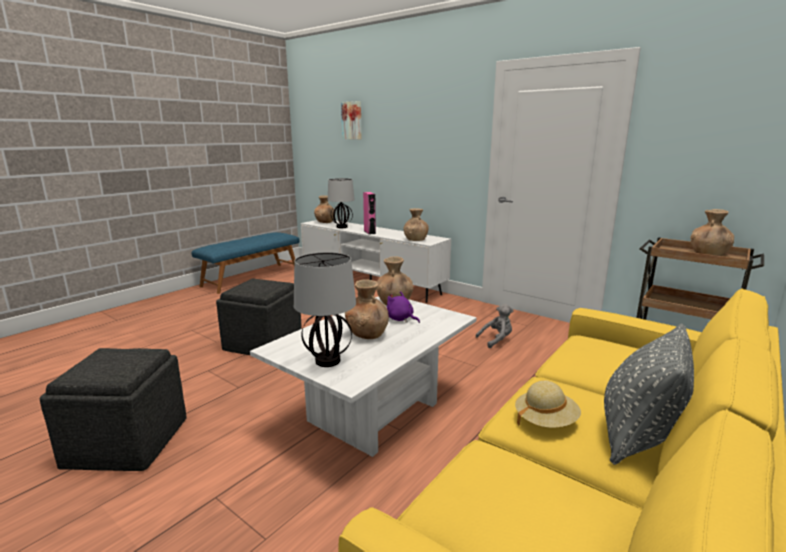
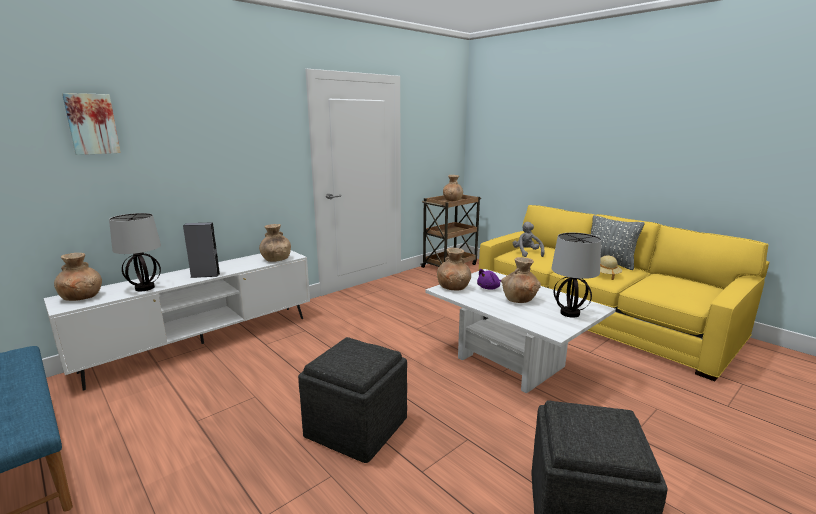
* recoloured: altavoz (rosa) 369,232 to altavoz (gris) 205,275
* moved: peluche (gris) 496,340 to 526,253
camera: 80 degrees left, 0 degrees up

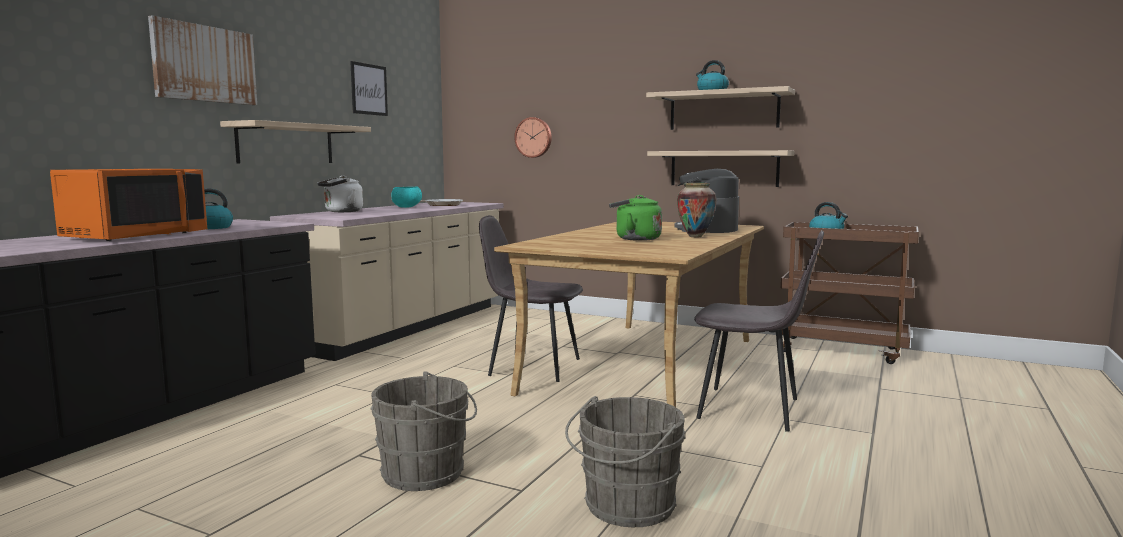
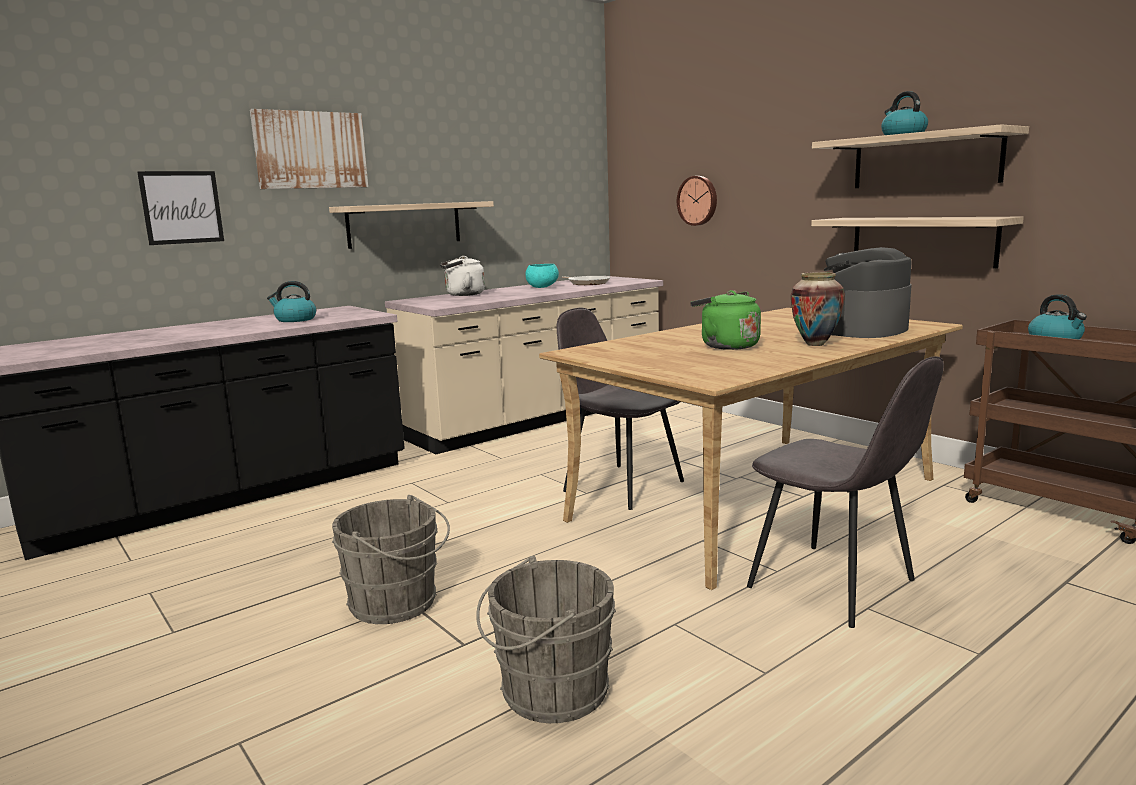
* moved: cuadro 369,89 to 182,207
* removed: microondas (naranja) 135,236
camera: 25 degrees right, 5 degrees up

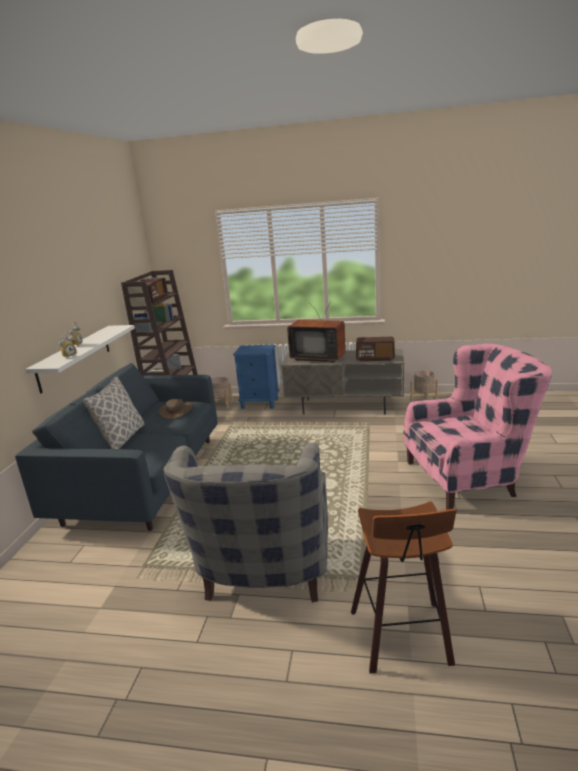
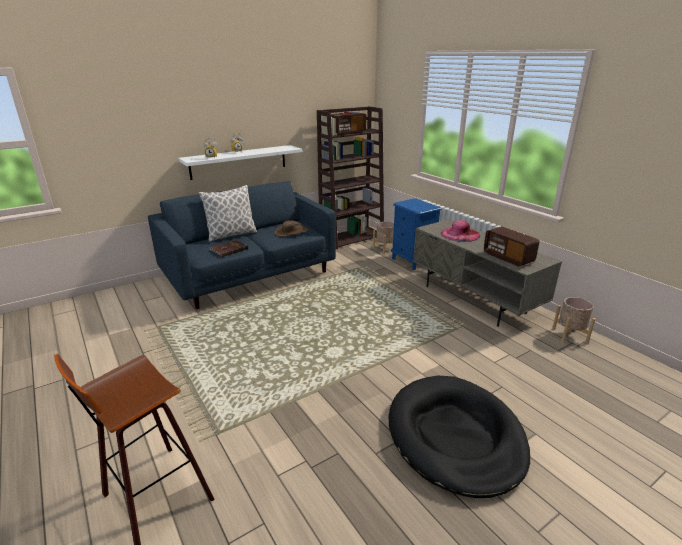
* replaced: televisor 318,357 to sombrero (rosa) 460,234
* replaced: sillón (rosa) 470,477 to cama para perro (negro) 455,436
* removed: sillón (gris) 264,577
* added: libro (marrón) 228,249
camera: 45 degrees right, 5 degrees up

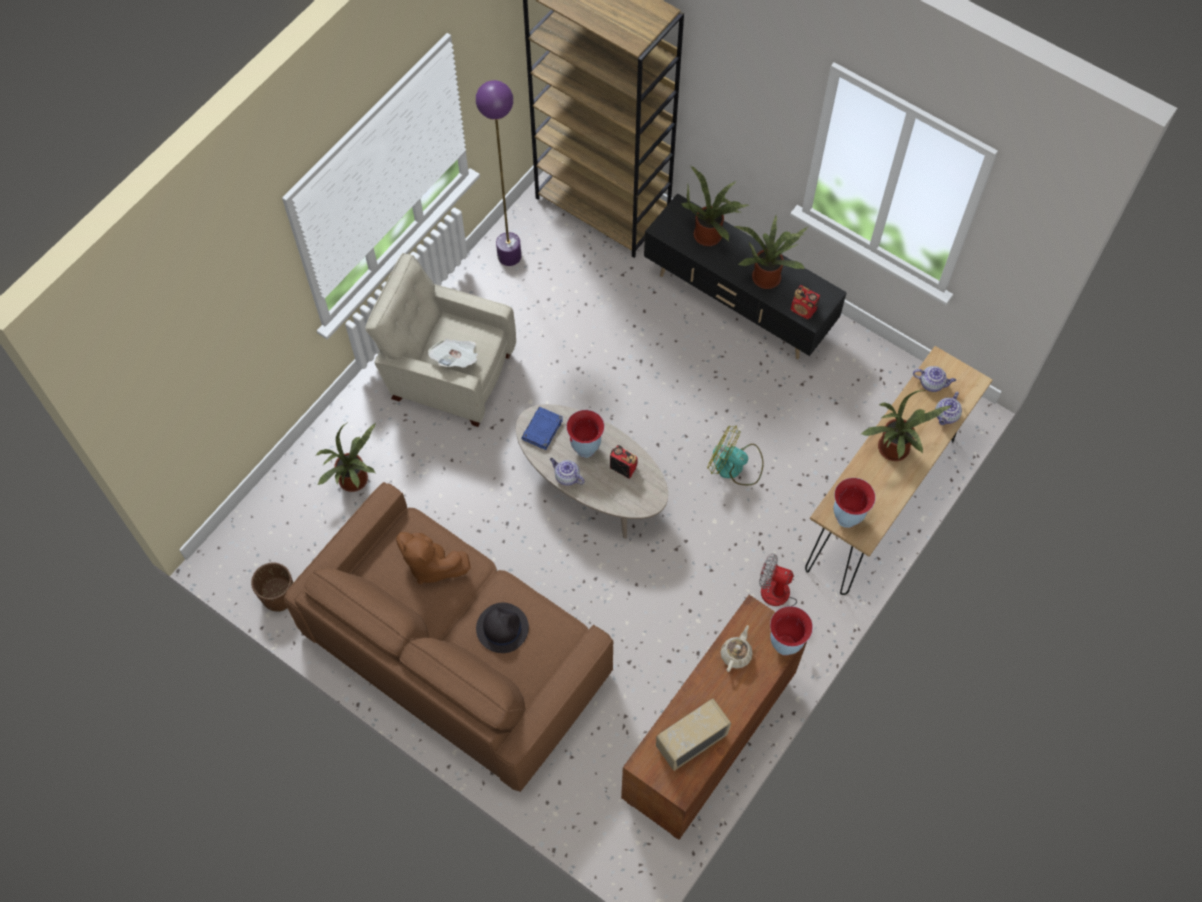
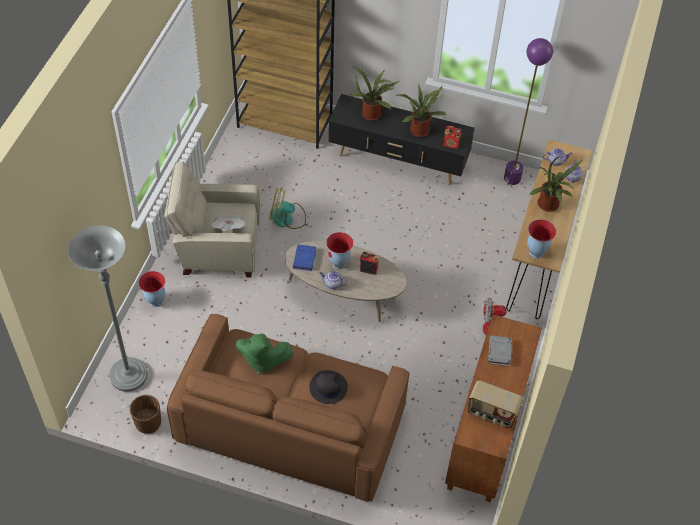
* moved: lámpara de pie (morado) 509,256 to 512,178
* removed: planta en maceta 355,482
* moved: ventilador 735,466 to 287,218
* recoloured: peluche (marrón) 431,565 to peluche (verde) 262,360
* moved: florero 784,644 to 155,301
* replaced: tetera (beis) 736,654 to libro (gris) 499,352
* turned: radio 691,741 = 492,414 105 degrees counterclockwise
* added: lámpara de pie (gris) 128,376
camera: 20 degrees left, 10 degrees down

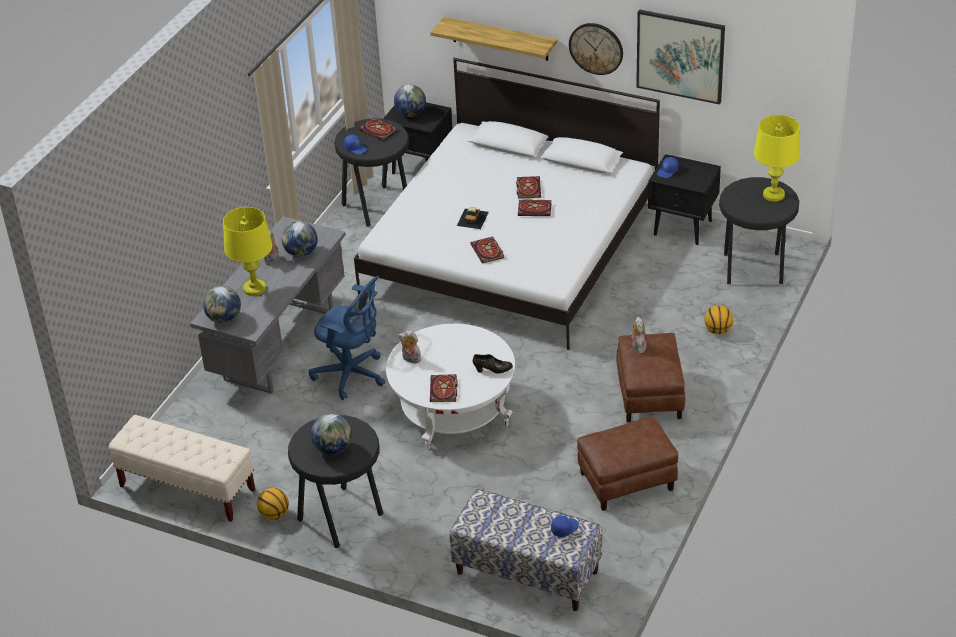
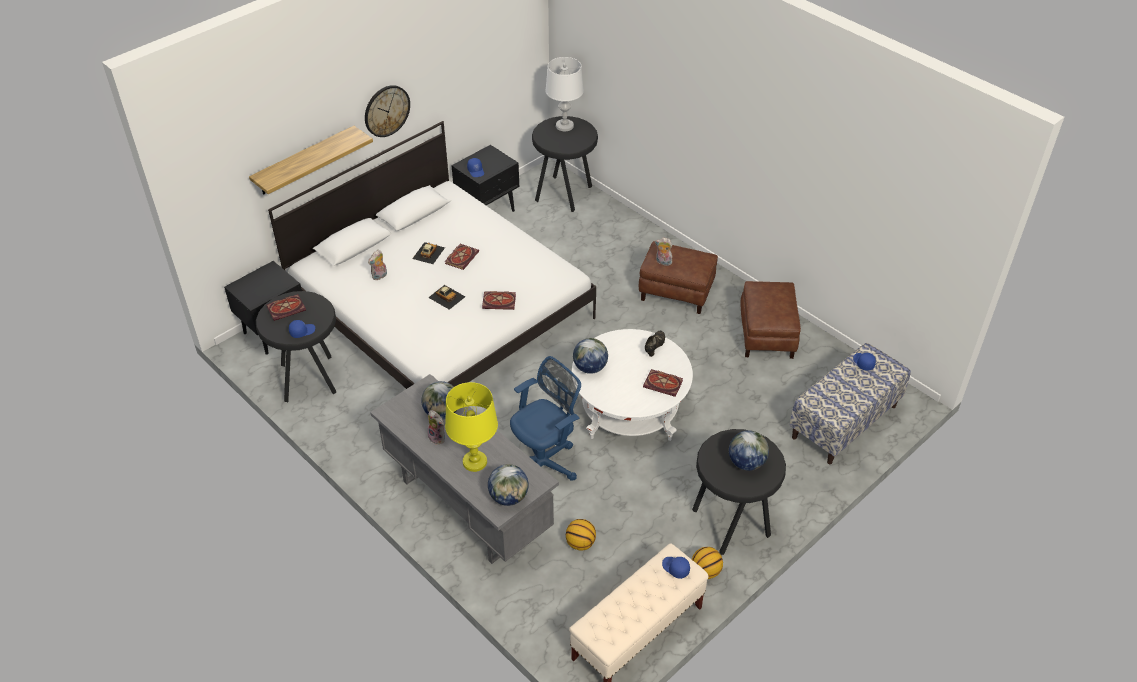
* removed: cuadro 680,55
* moved: globo terráqueo 410,114 to 590,368
* recoloured: lámpara de mesa (amarillo) 773,195 to lámpara de mesa (blanco) 564,126
* replaced: libro 528,188 to coche de juguete 428,253
* moved: balón de baloncesto 718,330 to 580,543
* moved: peluche 410,359 to 379,276
* added: gorra (azul) 675,568
camera: 70 degrees left, 5 degrees up

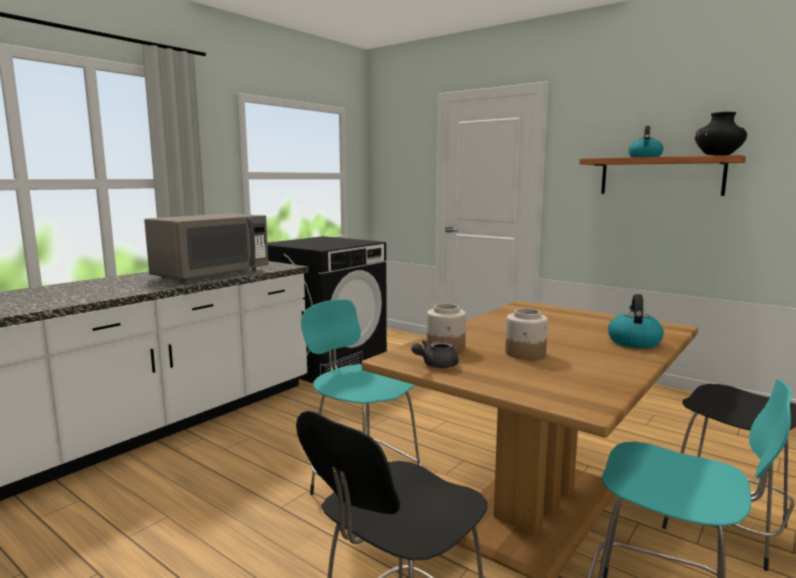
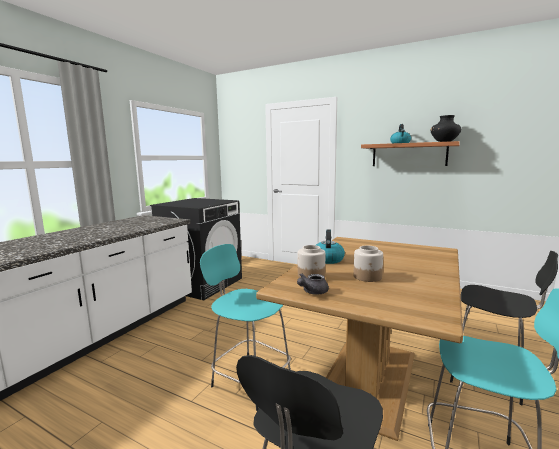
* removed: microondas (gris) 211,275
* moved: hervidor 633,342 to 327,259
camera: 10 degrees left, 0 degrees up

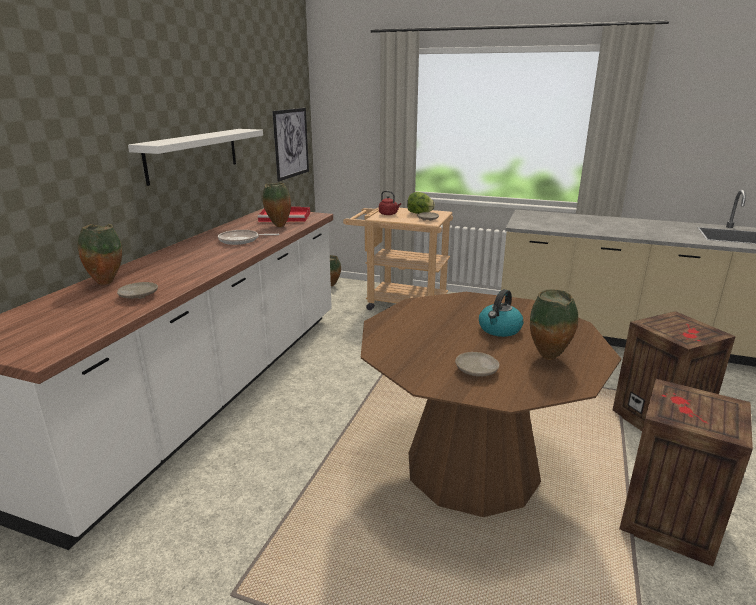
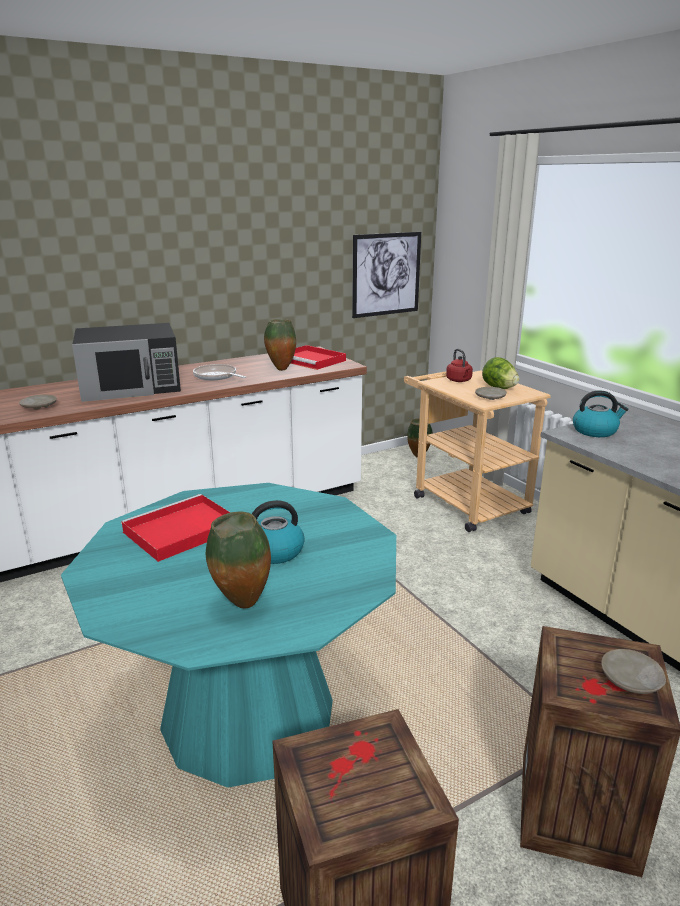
* removed: estante (blanco) 193,154
* removed: florero 107,283
* recoloured: mesa de comedor (marrón) 472,467 to mesa de comedor (turquesa) 249,715
* moved: plato (beis) 477,370 to 631,680
* added: microondas (negro) 131,386
* added: hervidor 595,431
* added: bandeja (rojo) 180,531
camera: 40 degrees right, 0 degrees up

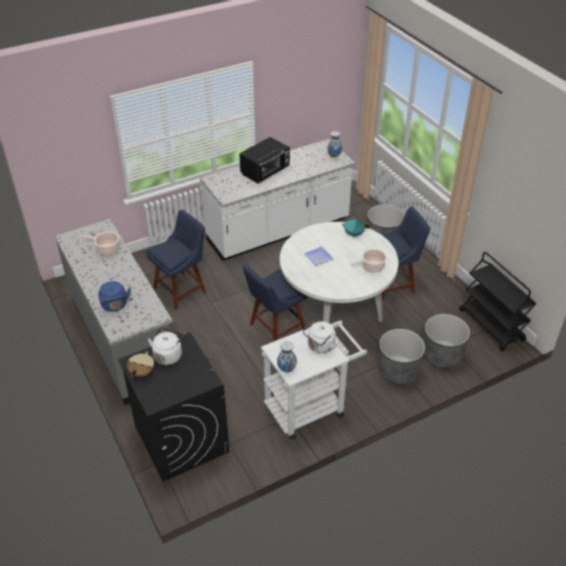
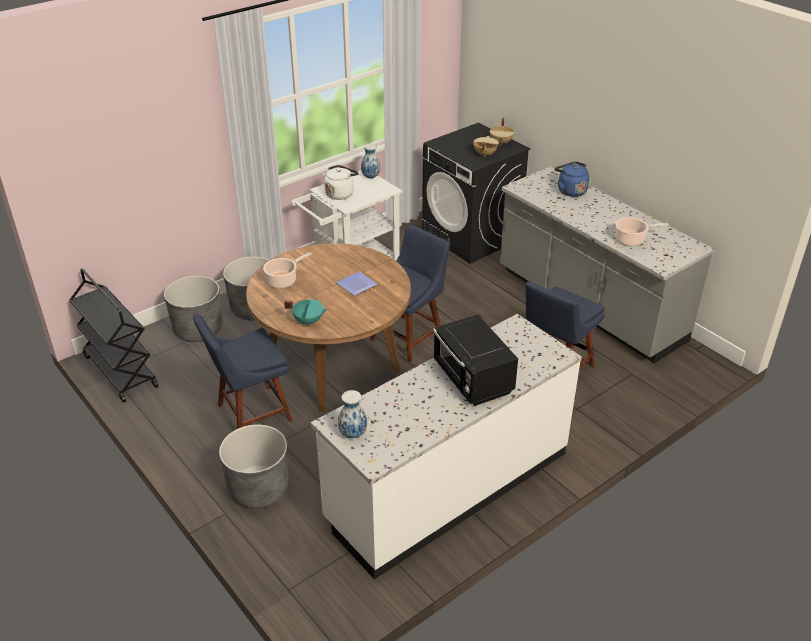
* turned: microondas (negro) 265,172 = 472,380 60 degrees counterclockwise
* recoloured: mesa de comedor (blanco) 335,311 to mesa de comedor (marrón) 333,366
* replaced: hervidor (blanco) 168,355 to olla (beis) 484,154
camera: 170 degrees right, 5 degrees down

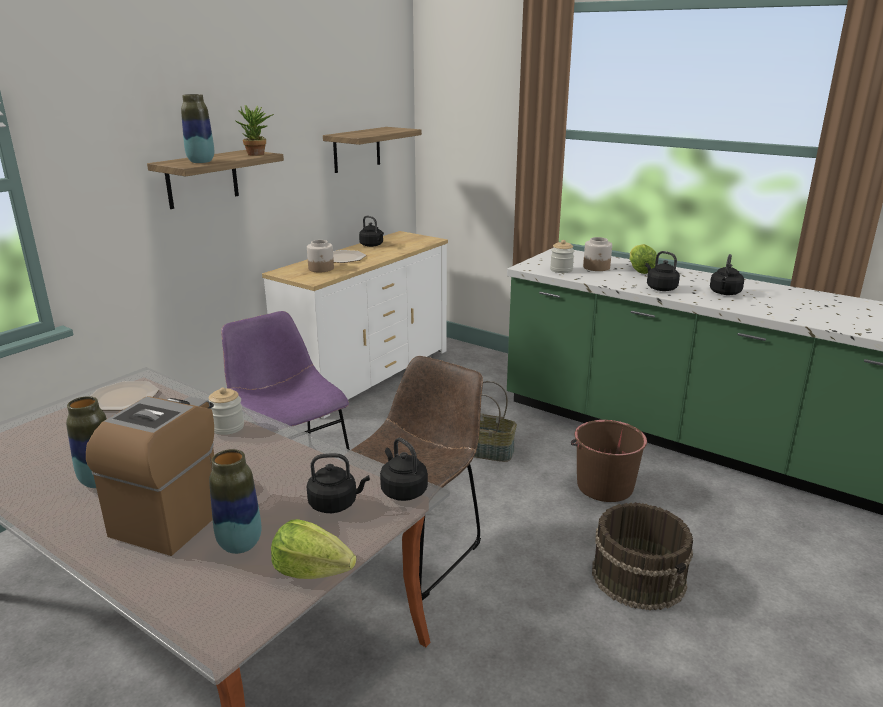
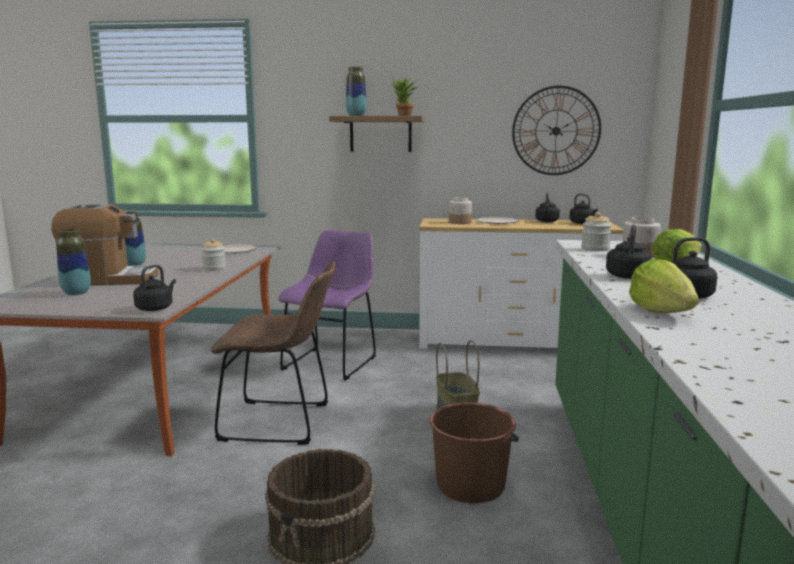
* replaced: estante 357,149 to reloj de pared 556,131
* moved: hervidor (negro) 335,504 to 582,223
* moved: lechuga 312,571 to 661,312
camera: 60 degrees right, 10 degrees down

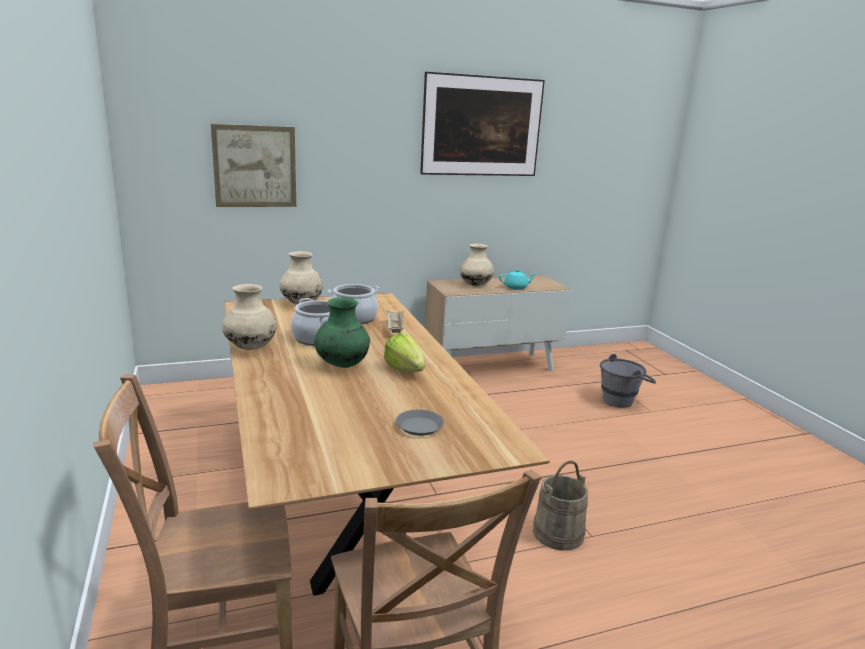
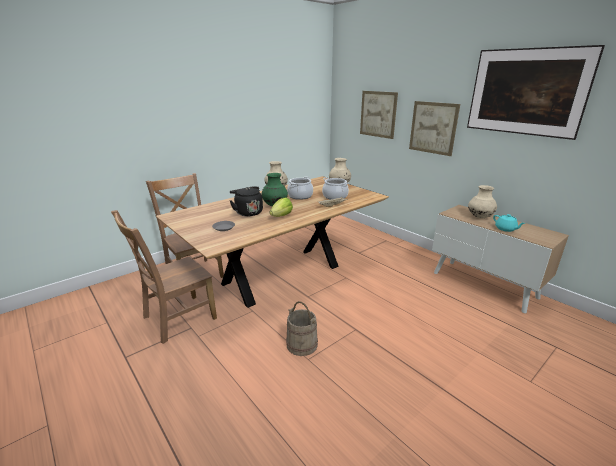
* removed: cubo (gris) 622,400
* added: cuadro 433,128
* added: hervidor (negro) 248,212
camera: 70 degrees right, 5 degrees up

